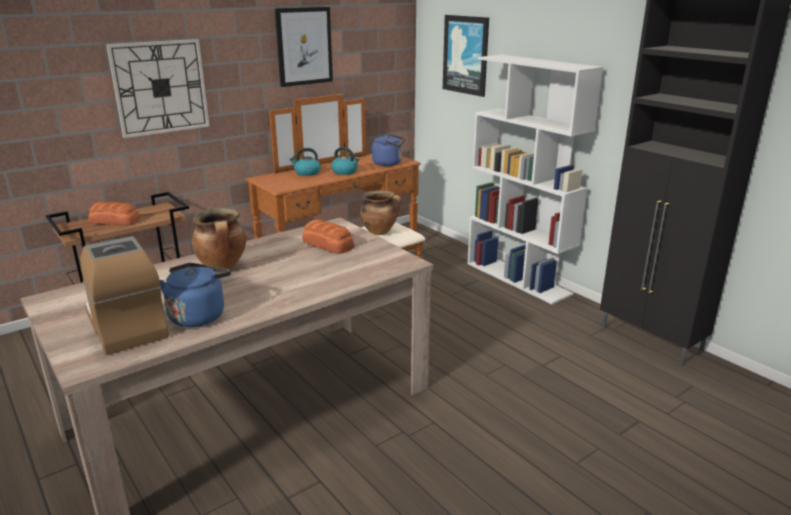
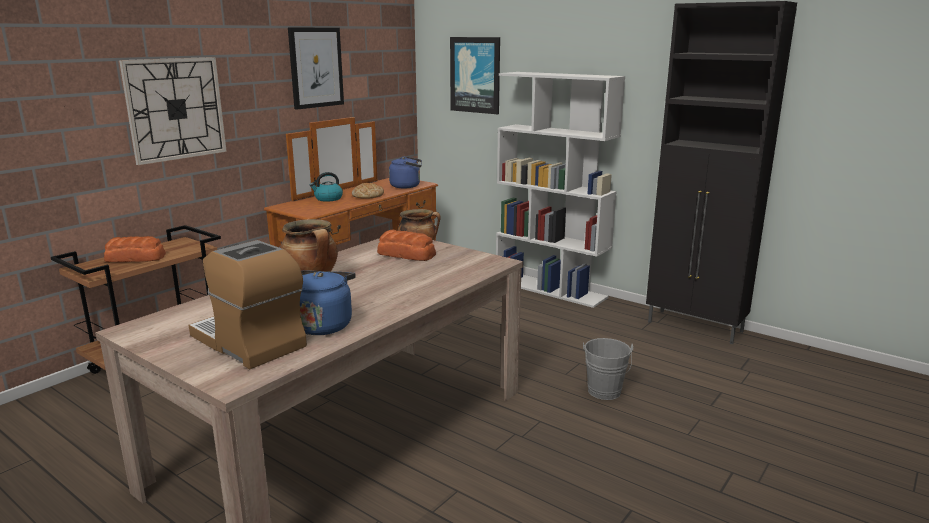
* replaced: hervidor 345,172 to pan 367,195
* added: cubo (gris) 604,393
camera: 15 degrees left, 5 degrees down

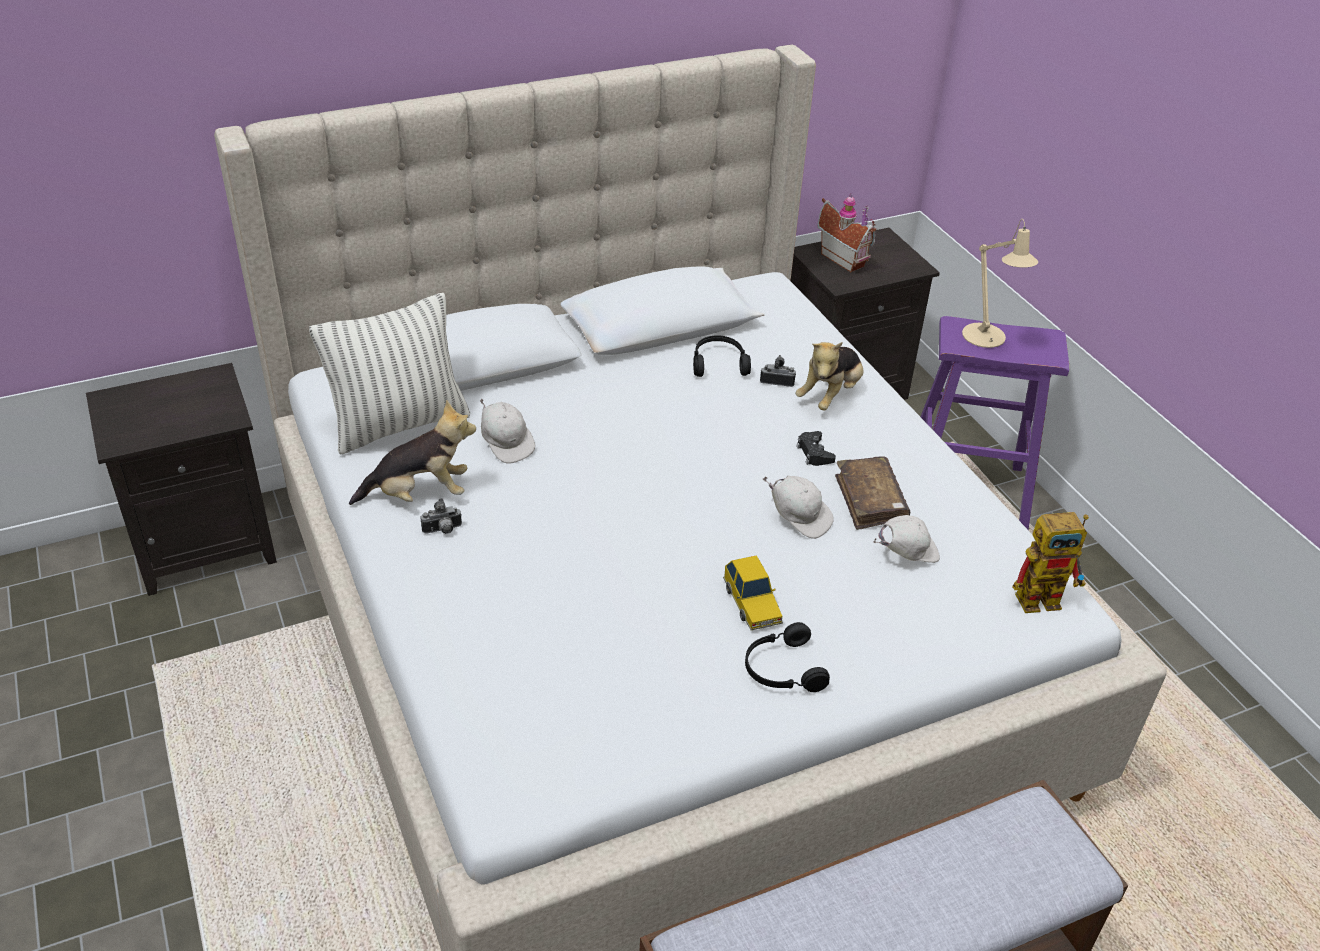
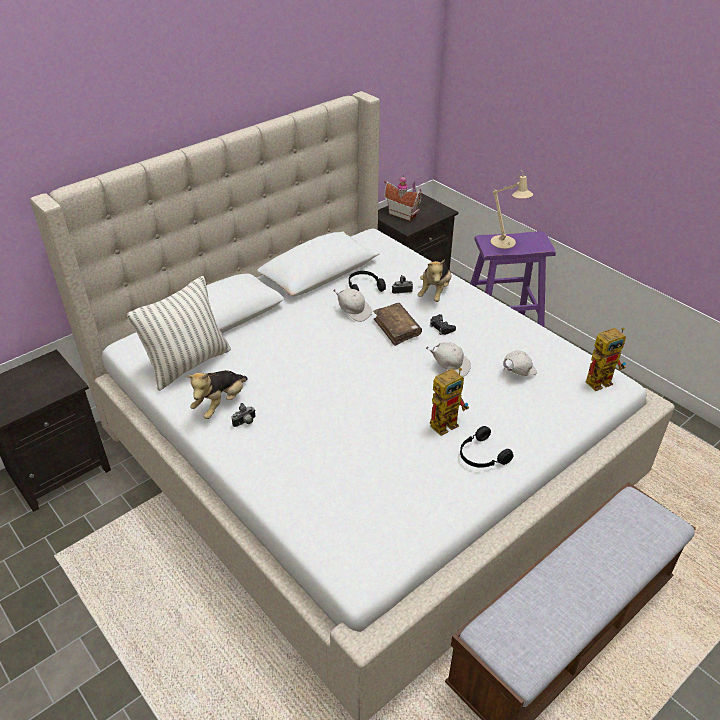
* moved: gorra (blanco) 506,443 to 353,311
* turned: peluche 419,494 = 220,404 150 degrees clockwise
* moved: libro (marrón) 870,500 to 397,328
* replaced: coche de juguete 752,603 to robot de juguete 447,421
camera: 15 degrees left, 0 degrees up

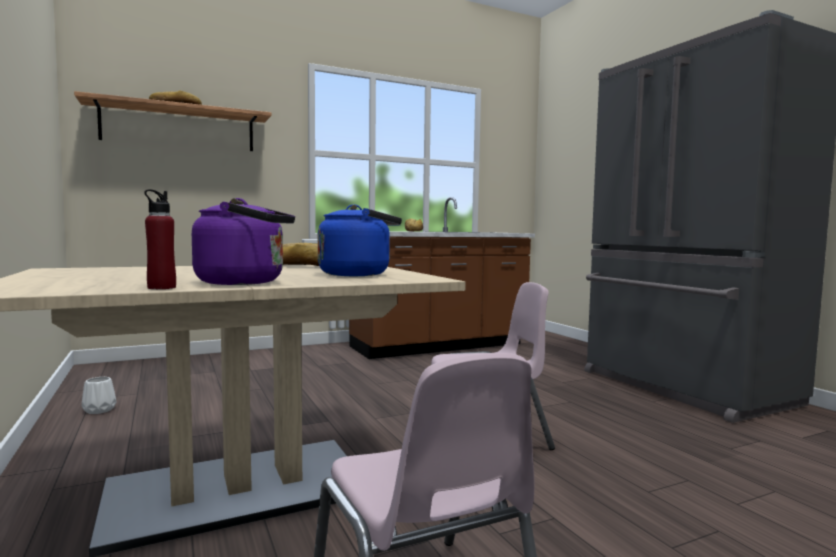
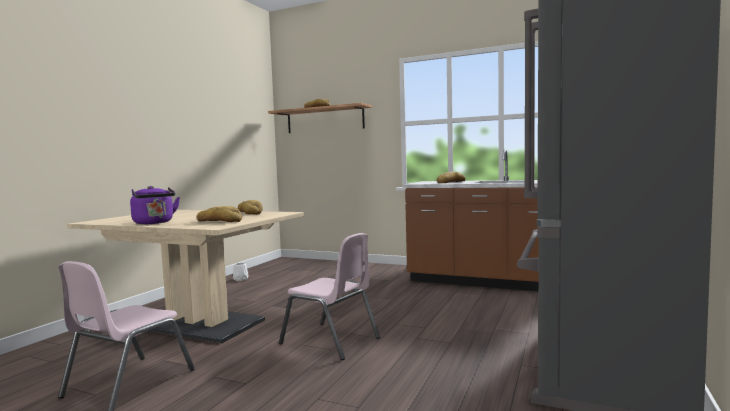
* removed: botella (rojo) 161,287
* replaced: hervidor (azul) 358,274 to pan 220,221
camera: 50 degrees right, 0 degrees up

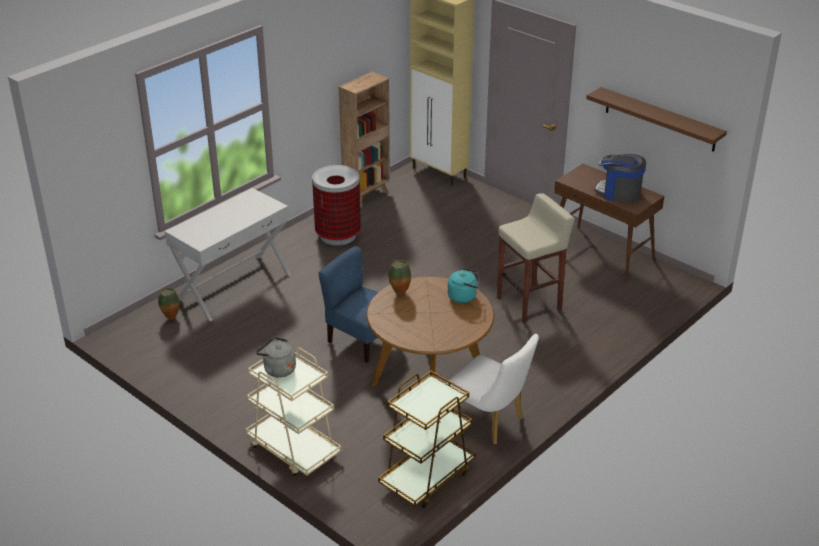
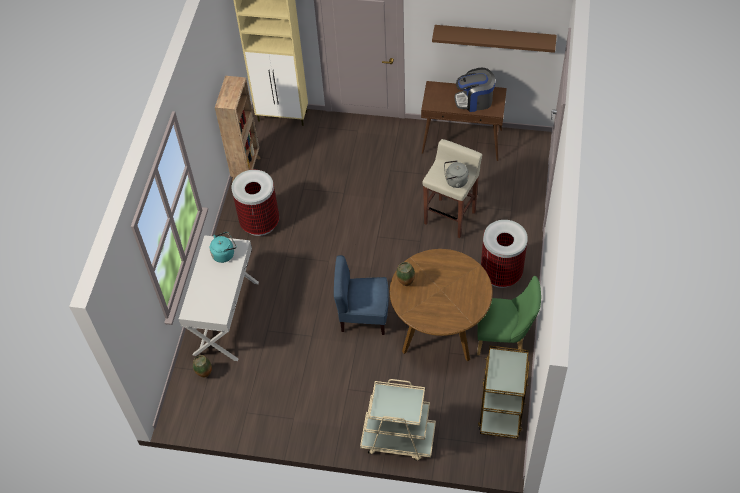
* moved: hervidor (turquesa) 464,296 to 224,254
* recoloured: silla (blanco) 490,422 to silla (verde) 504,339
* moved: hervidor (gris) 278,369 to 455,181
* added: papelera 501,273
camera: 30 degrees left, 20 degrees up

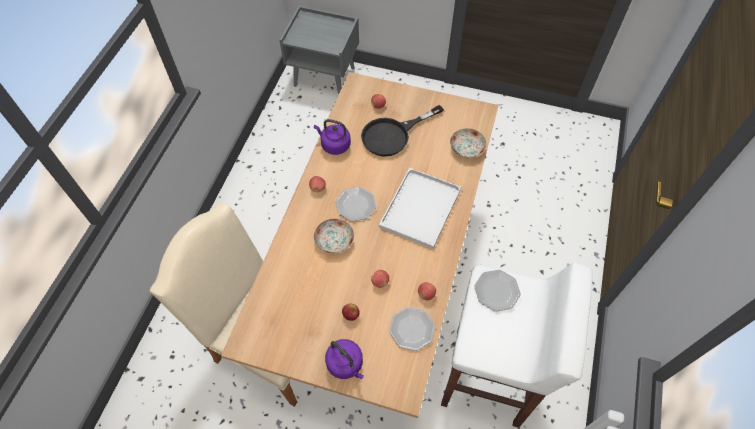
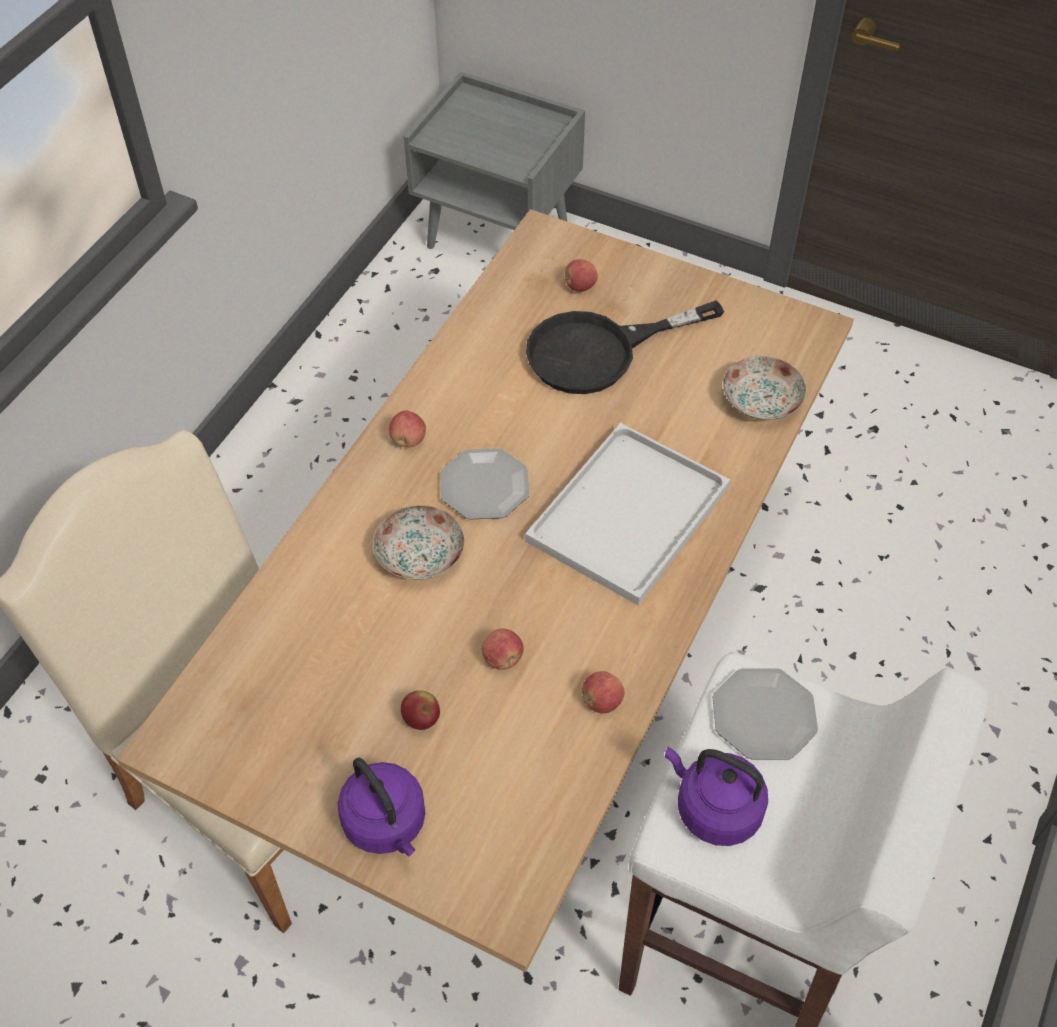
* moved: hervidor (morado) 334,145 to 714,808
* removed: plato 411,329
camera: 10 degrees right, 5 degrees down

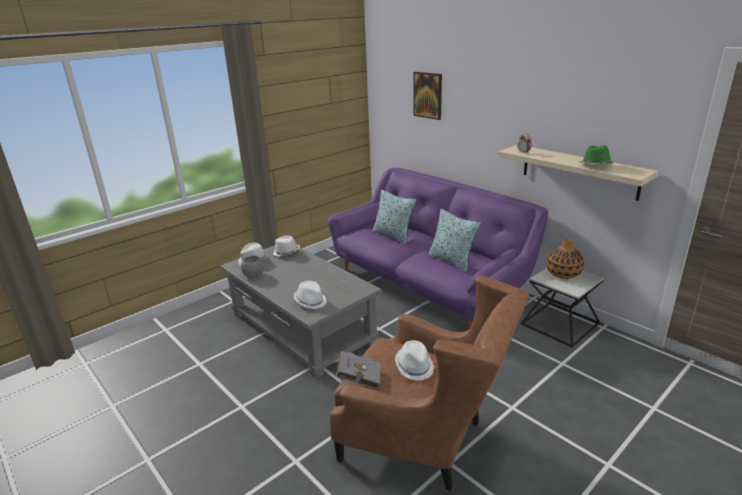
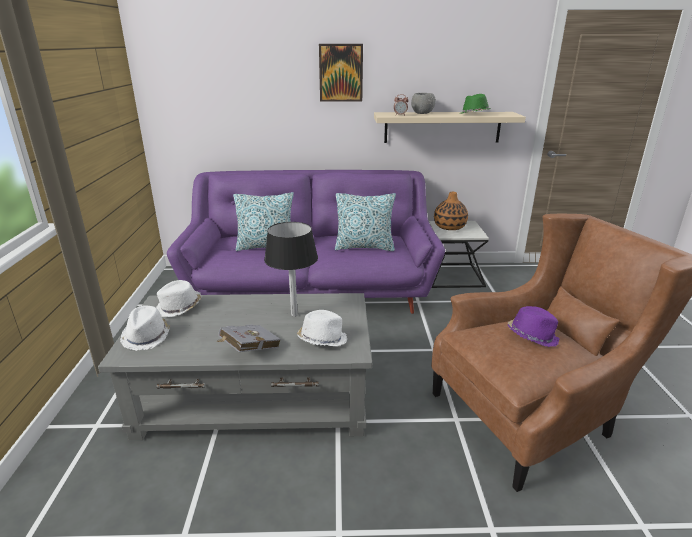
* moved: cuadro 428,95 to 341,73
* moved: cuenco (gris) 254,275 to 422,113
* recoloured: sombrero (blanco) 414,367 to sombrero (morado) 532,336
* moved: libro (gris) 357,379 to 248,350
* added: lámpara de mesa (negro) 294,314
camera: 50 degrees left, 0 degrees up

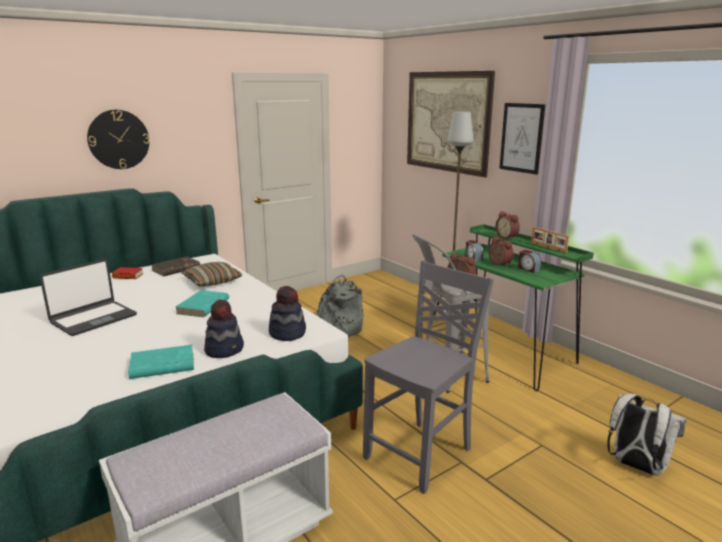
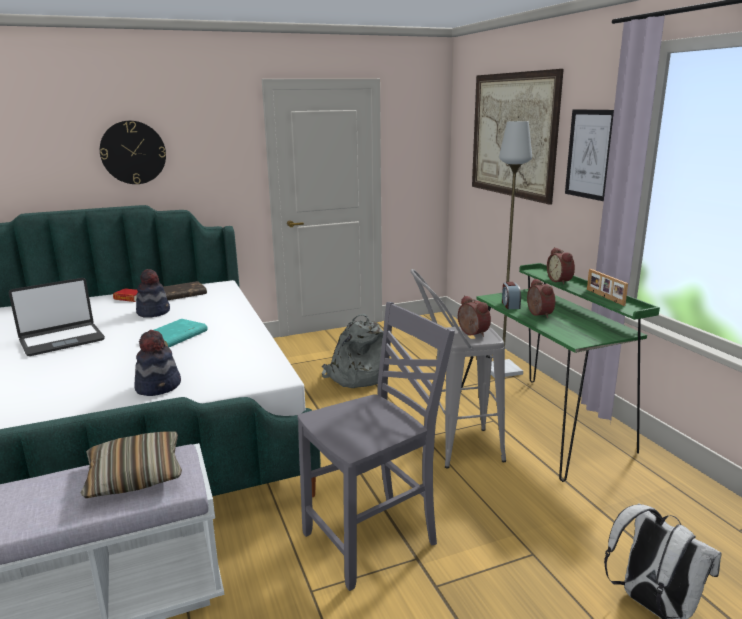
* removed: despertador 528,269
* moved: cojín 212,281 to 135,475
* moved: sombrero 287,333 to 153,312
* removed: libro (turquesa) 162,366
camera: 15 degrees right, 0 degrees up

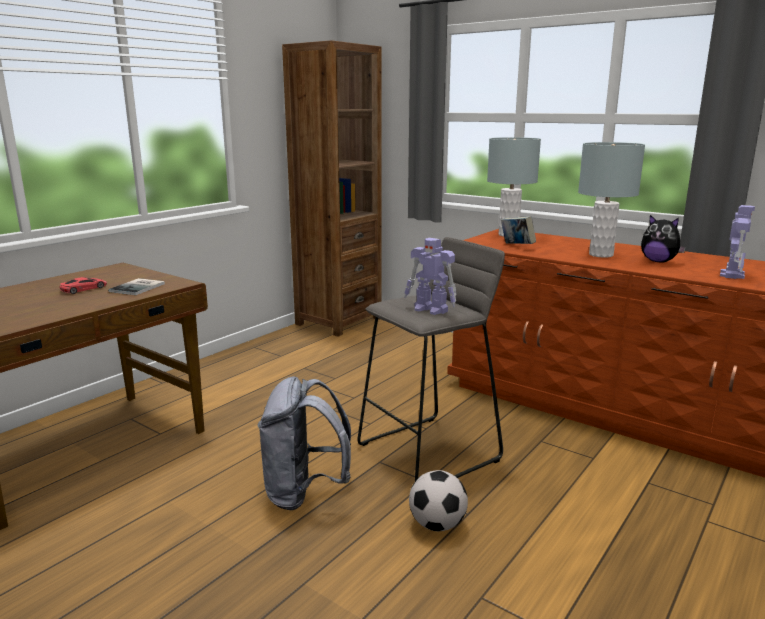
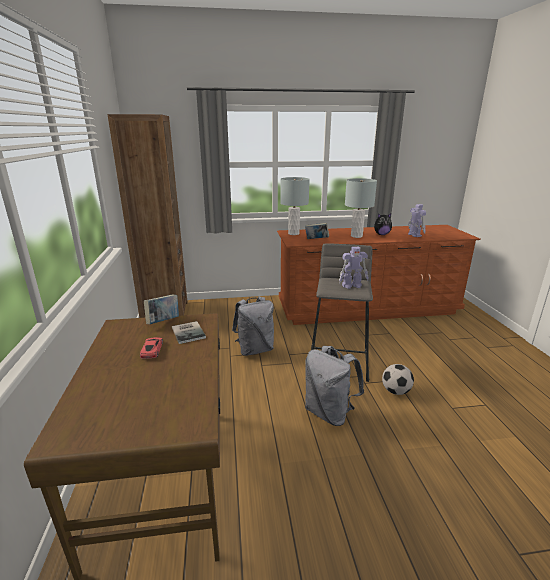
* added: libro 163,322
* added: mochila (gris) 255,349
camera: 45 degrees left, 5 degrees up

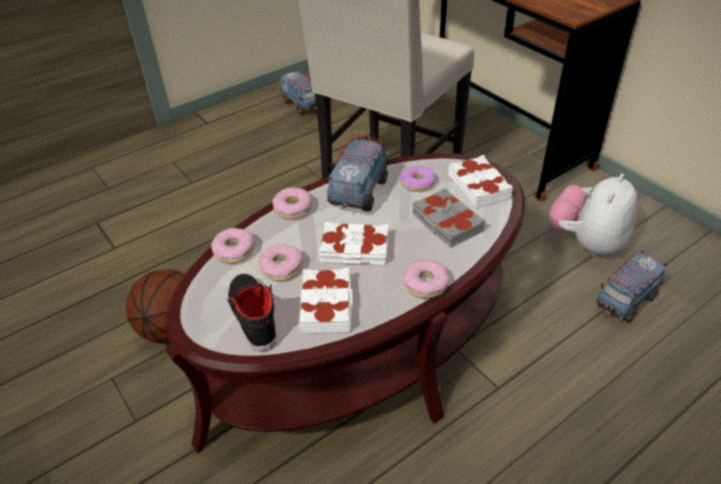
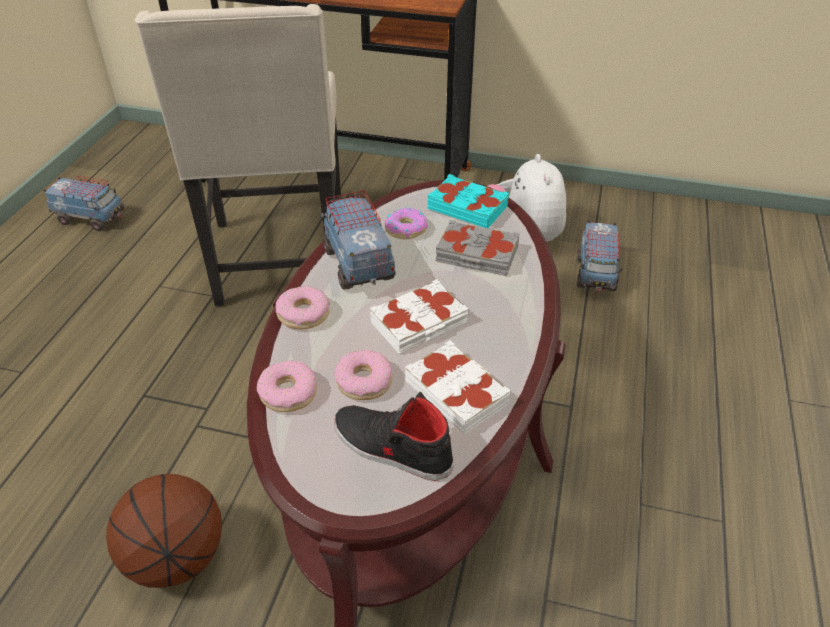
* recoloured: libro (blanco) 479,186 to libro (turquesa) 468,207
* removed: rosquilla 425,284
camera: 40 degrees left, 0 degrees up

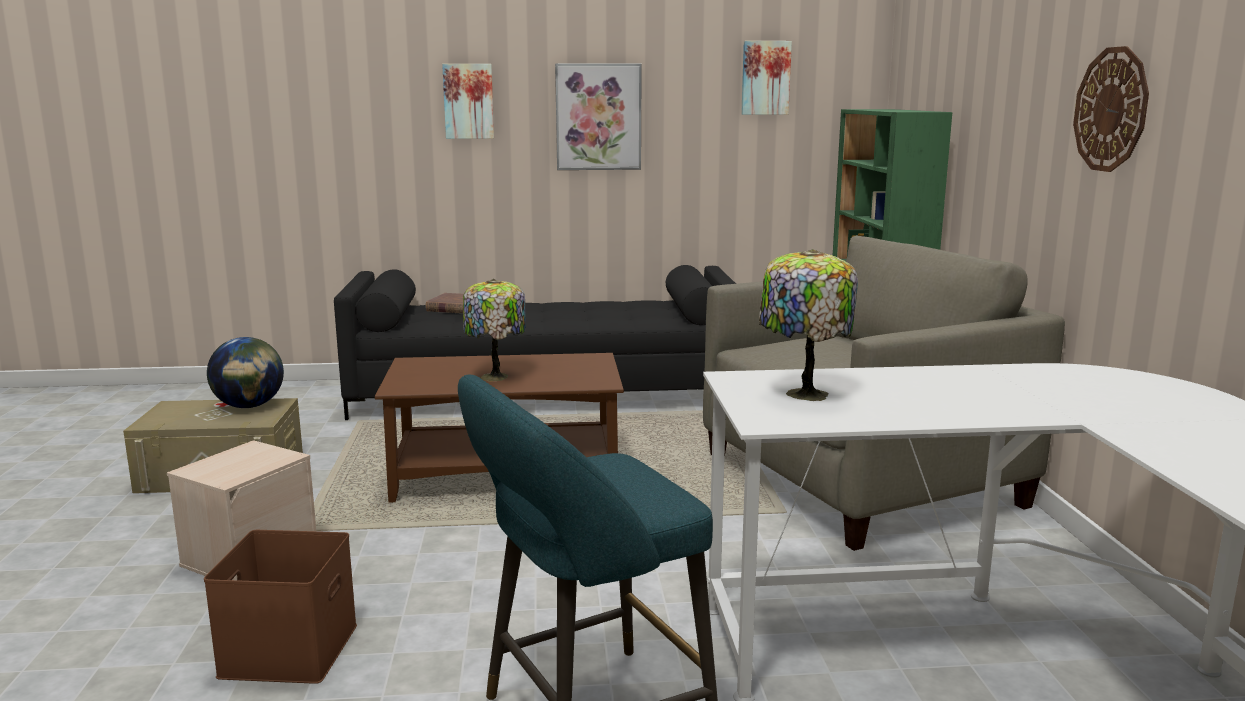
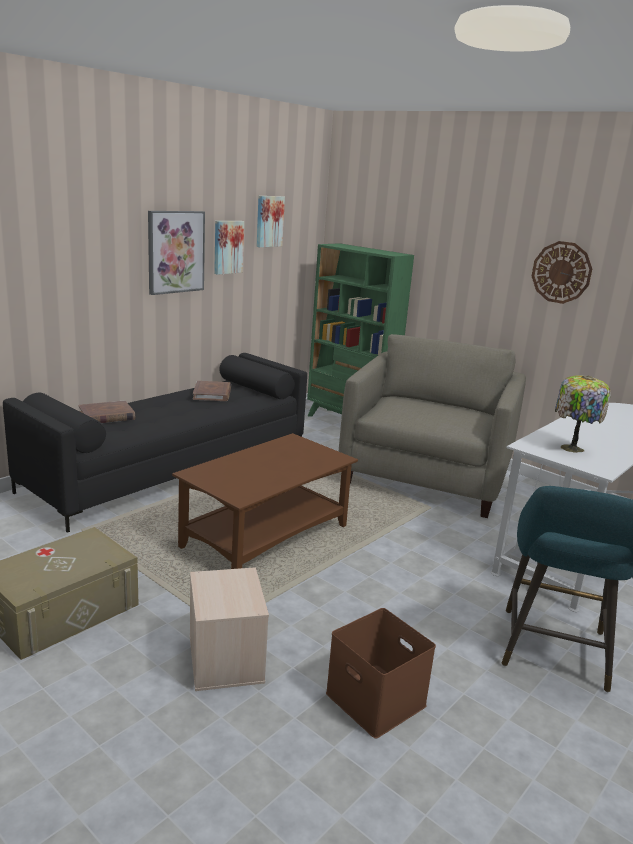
* moved: cuadro 468,101 to 227,247
* removed: lámpara de mesa 496,377
* removed: globo terráqueo 249,406
* added: libro (marrón) 212,394
camera: 45 degrees left, 5 degrees up

